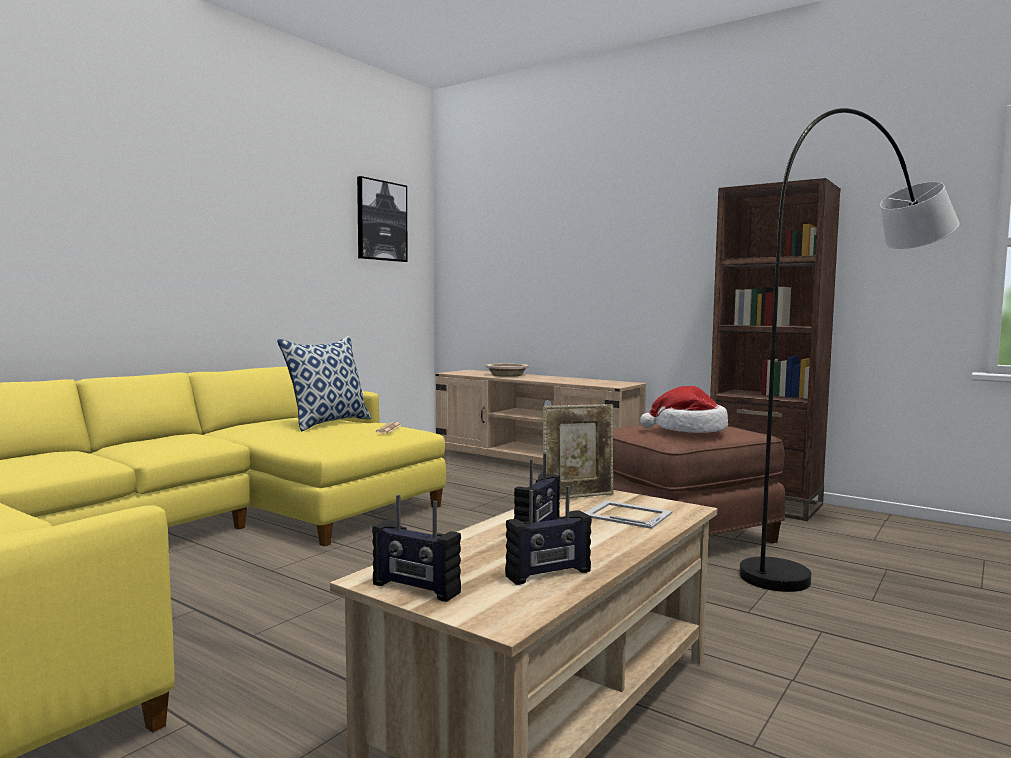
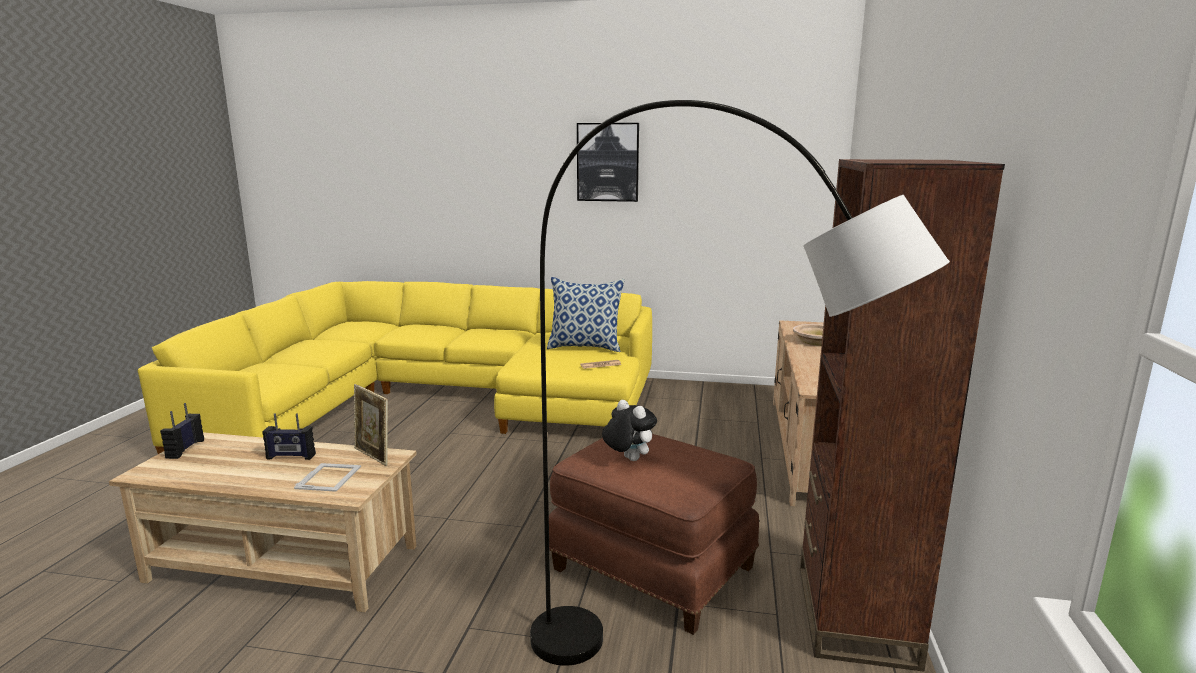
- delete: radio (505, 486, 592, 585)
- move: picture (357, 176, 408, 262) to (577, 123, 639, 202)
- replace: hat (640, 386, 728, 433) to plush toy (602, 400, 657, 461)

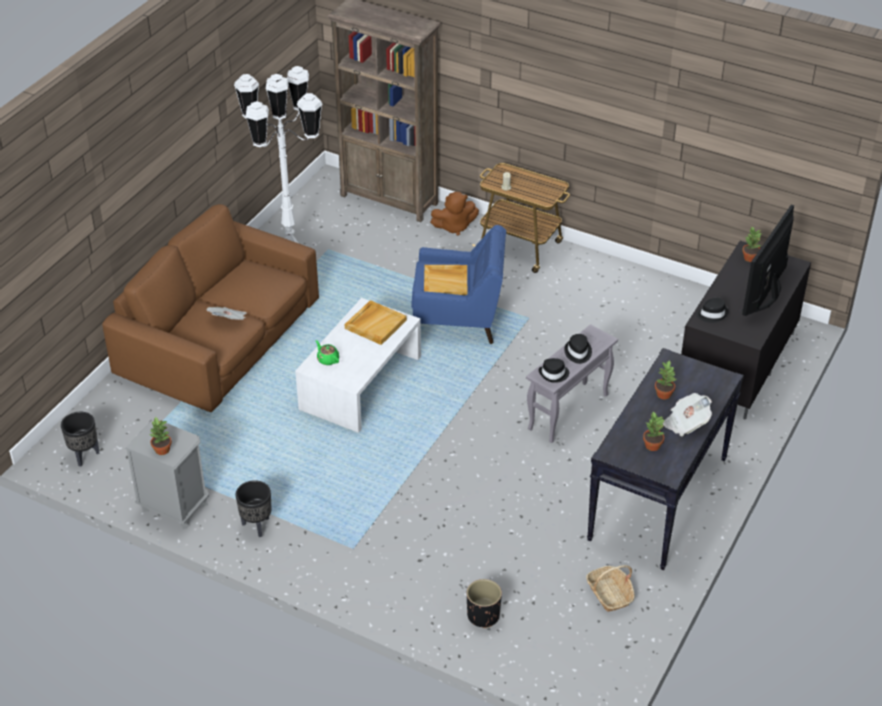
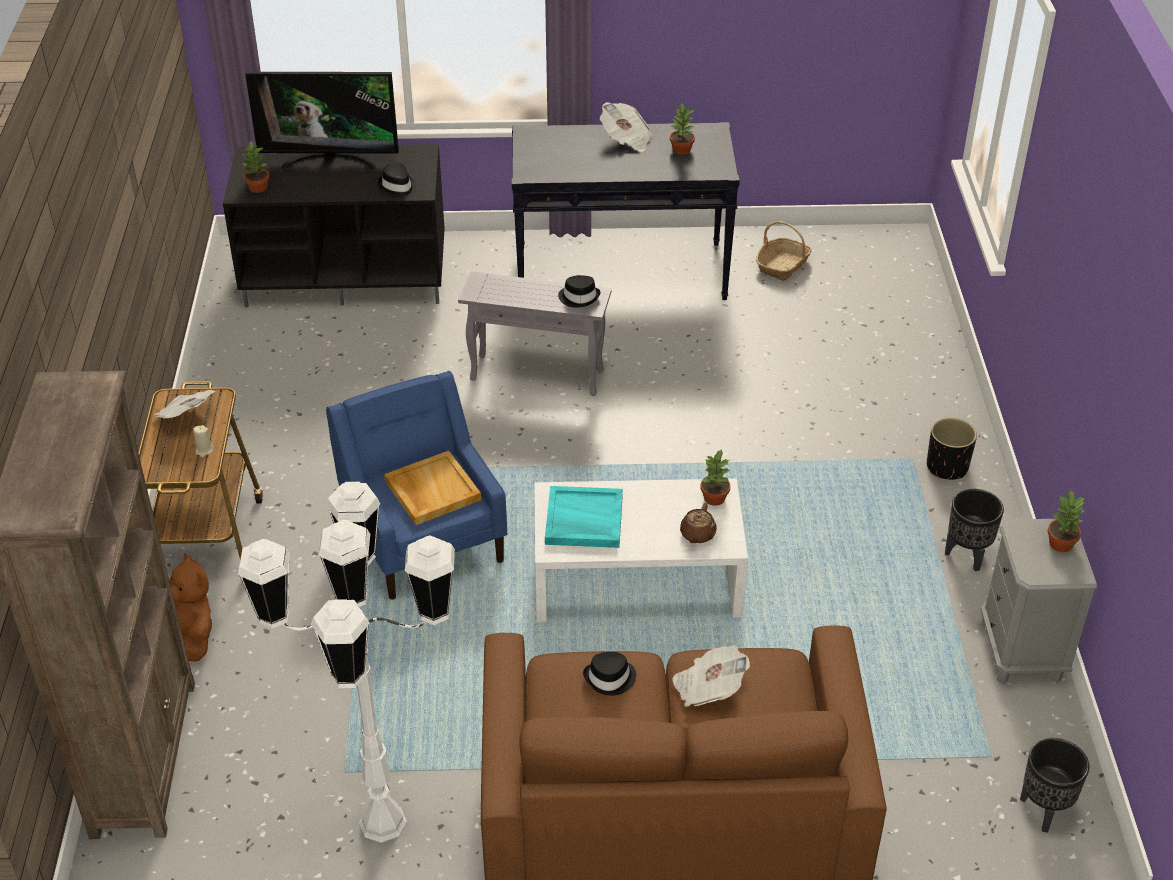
- insert: newspaper (155, 389, 215, 418)
- move: planter in black (467, 579, 502, 628) to (927, 418, 977, 480)
- move: hat in black (564, 334, 592, 364) to (583, 652, 636, 695)
- move: potted plant (655, 361, 677, 399) to (701, 450, 730, 506)
- recolor: teapot in green (316, 340, 339, 365) to teapot in brown (680, 503, 717, 543)
- recolor: tray in beige (345, 300, 407, 345) to tray in turquoise (545, 486, 623, 548)

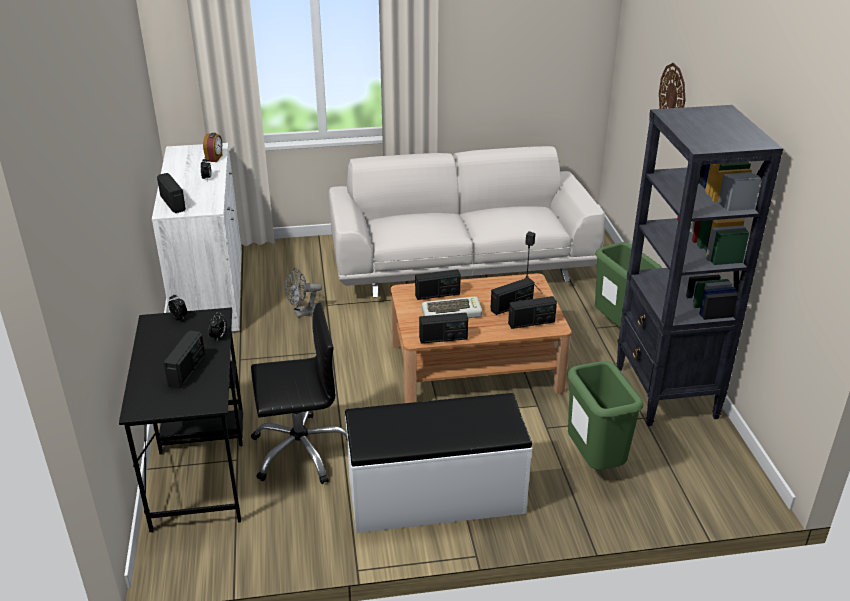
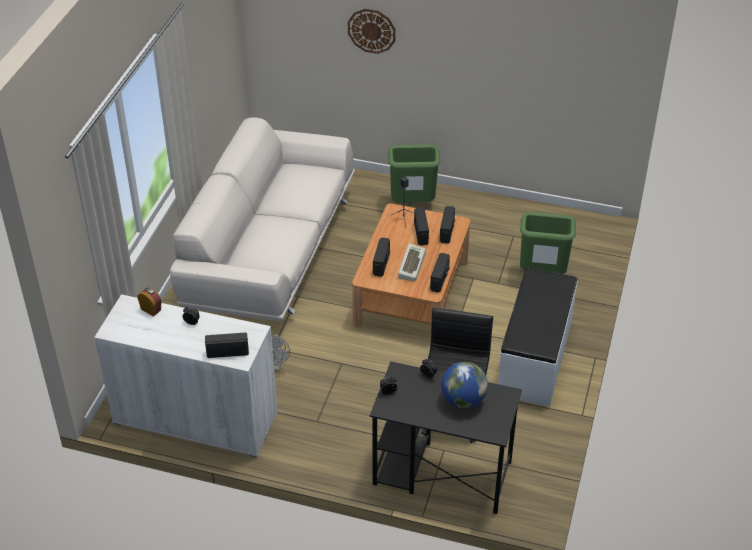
- delete: bookcase in black (616, 105, 783, 426)
- replace: radio (163, 331, 205, 389) to globe (441, 362, 488, 408)

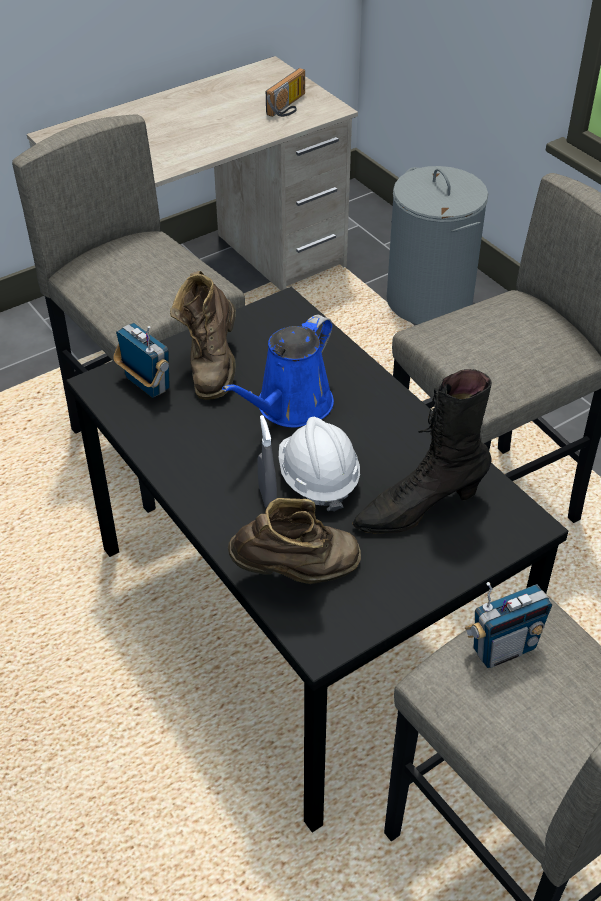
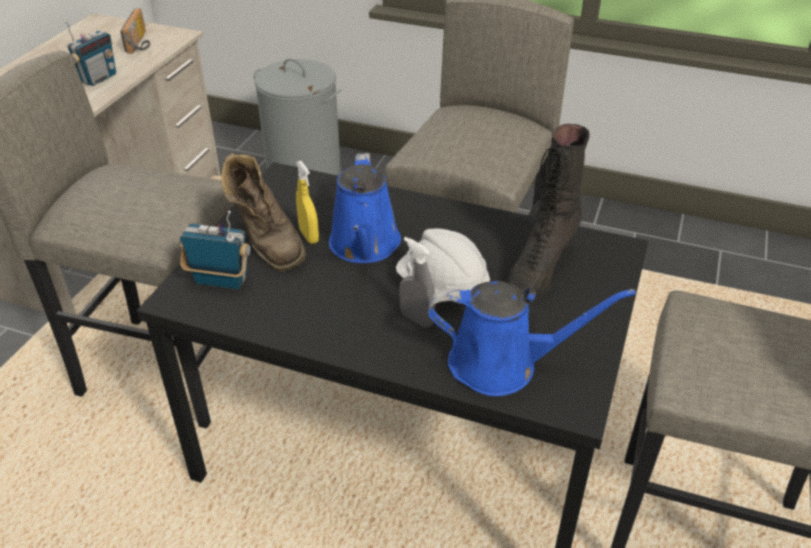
- insert: spray bottle in yellow (296, 161, 319, 244)
- move: radio (465, 582, 552, 668) to (64, 21, 116, 86)
- replace: boot in brown (228, 498, 361, 584) to watering can in blue (428, 281, 636, 396)

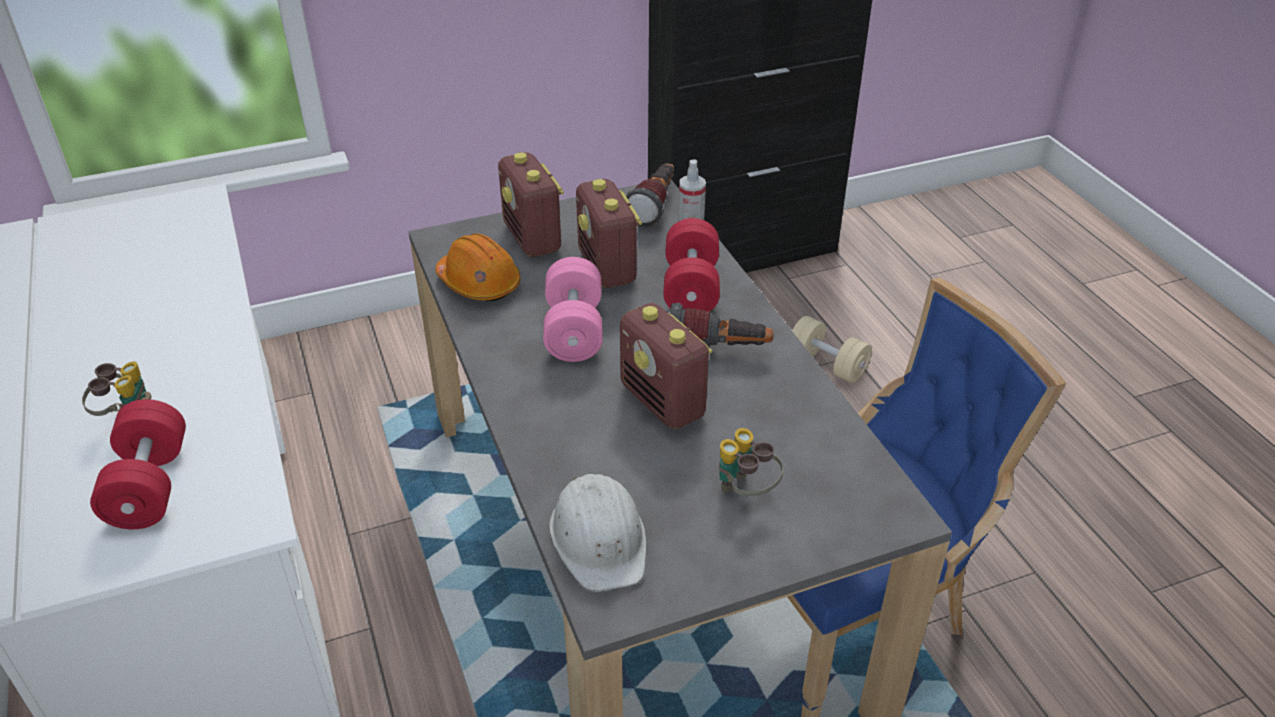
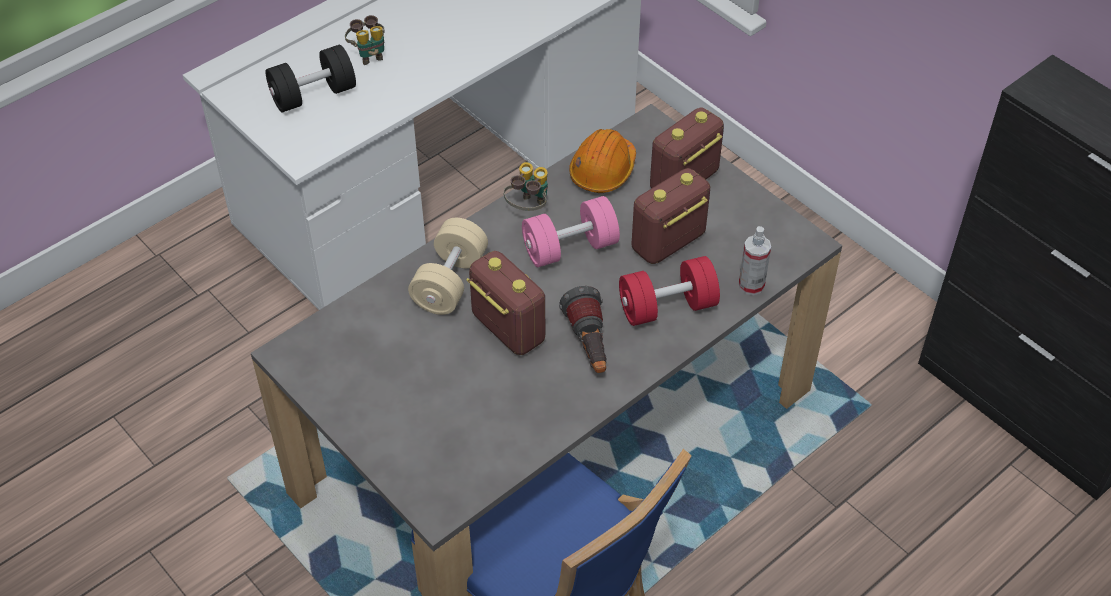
- delete: hard hat in white (549, 474, 646, 592)
- delete: flashlight (626, 163, 674, 227)
- move: binoculars (719, 428, 783, 496) to (504, 162, 548, 211)
- move: dumbbell in beige (792, 316, 872, 383) to (408, 218, 488, 315)
- recolor: dumbbell in red (90, 399, 186, 529) to dumbbell in black (266, 45, 356, 112)
- rotate: radio (620, 303, 713, 429) = (466, 251, 545, 355) 105 degrees clockwise

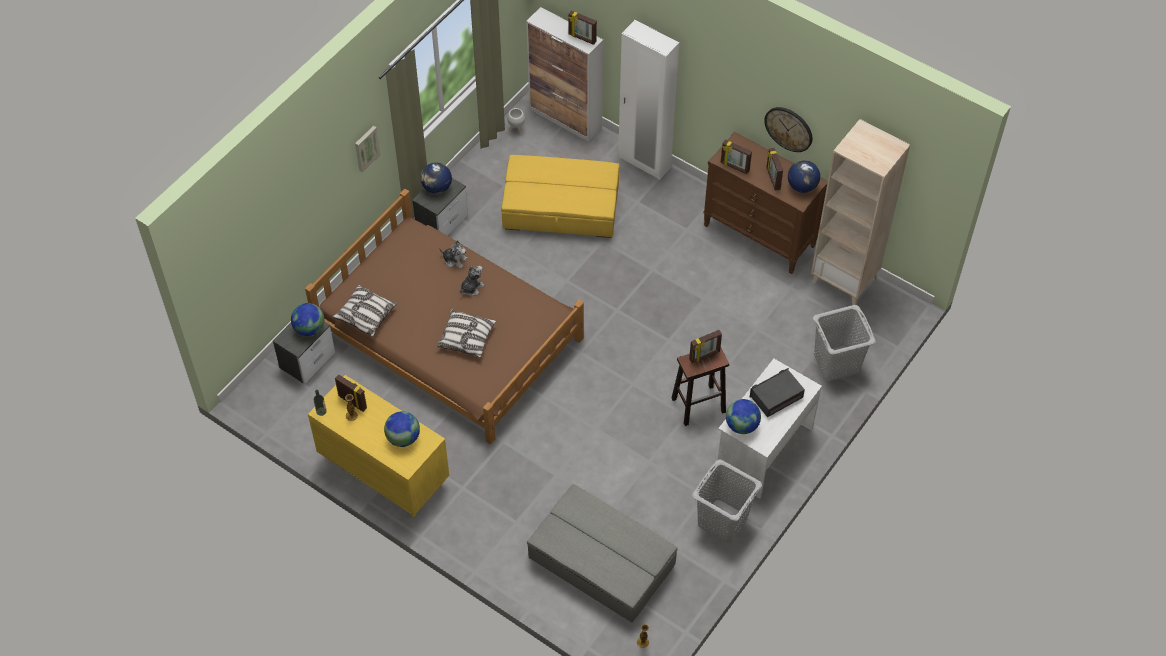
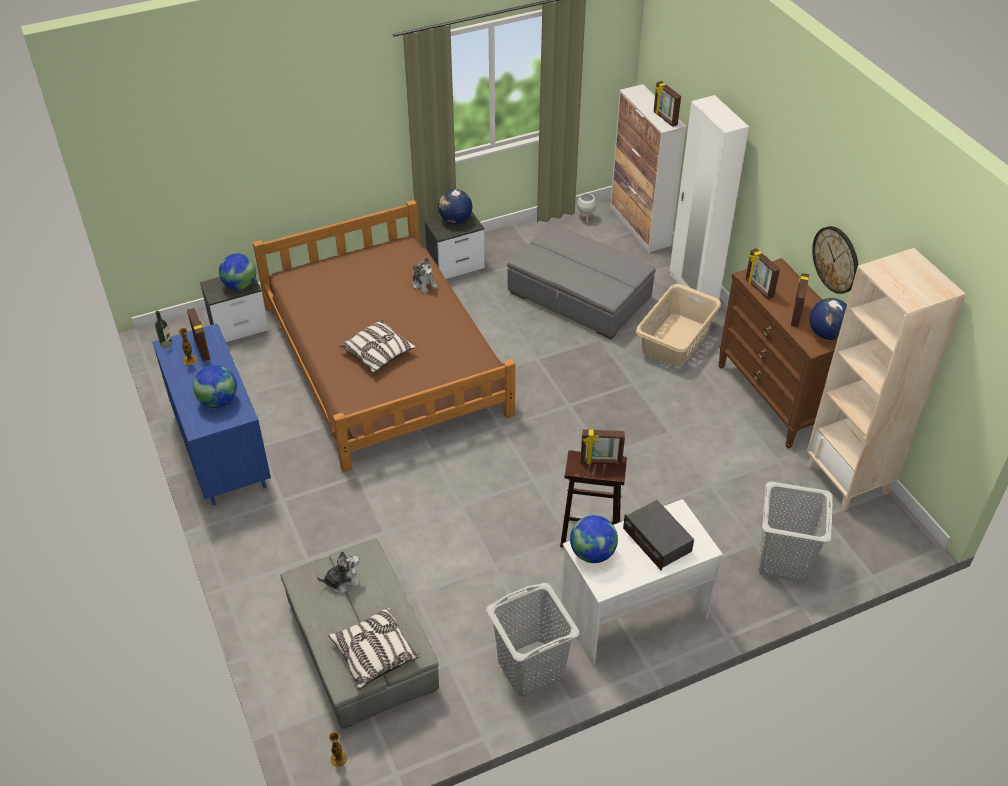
- delete: picture (355, 126, 381, 173)
- insert: laundry basket in beige (636, 284, 721, 367)
- move: pillow (333, 284, 397, 338) to (328, 606, 421, 690)
- move: plush toy (460, 266, 485, 296) to (317, 551, 360, 593)
- recolor: dresser in yellow (308, 375, 450, 517) to dresser in blue (153, 323, 271, 505)
- recolor: ottoman in yellow (501, 155, 620, 238) to ottoman in grey (507, 224, 656, 340)
- rotate: radio (750, 368, 805, 417) = (623, 500, 694, 571) 120 degrees counterclockwise

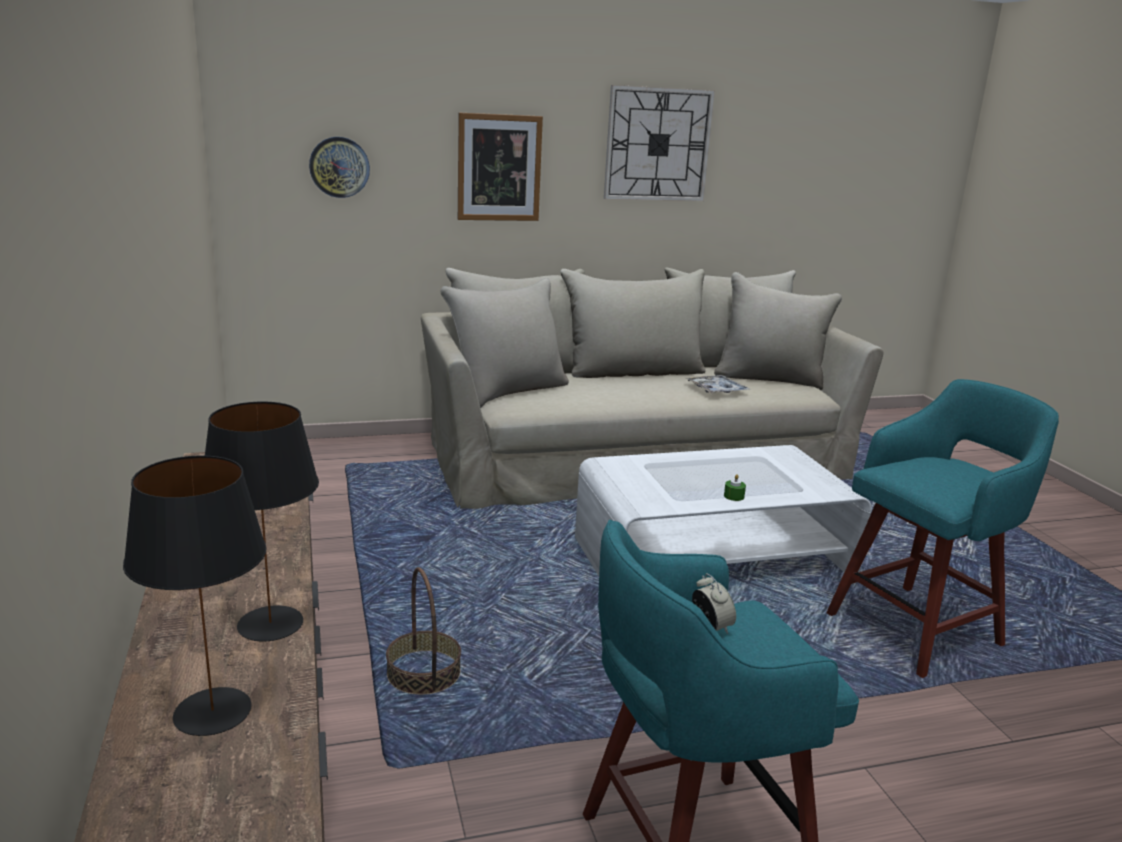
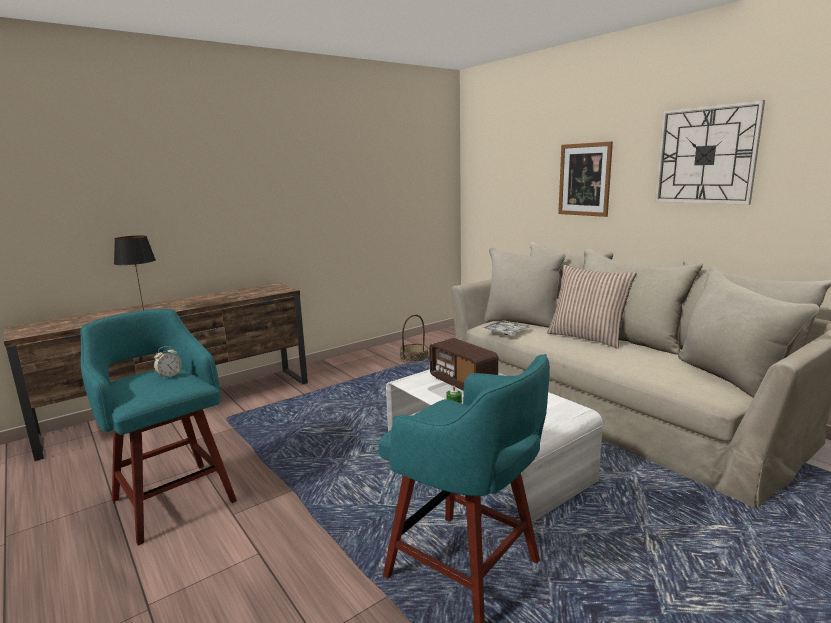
- delete: table lamp in black (123, 455, 267, 736)
- delete: wall clock (309, 137, 370, 198)
- insert: radio (429, 338, 498, 391)
- insert: pillow (547, 265, 637, 349)
- move: basket (386, 567, 461, 695) to (400, 314, 428, 363)
- move: tray (686, 375, 750, 393) to (483, 320, 530, 335)

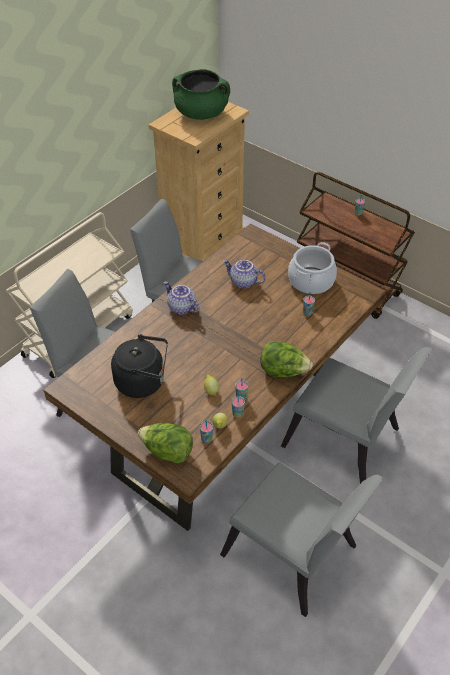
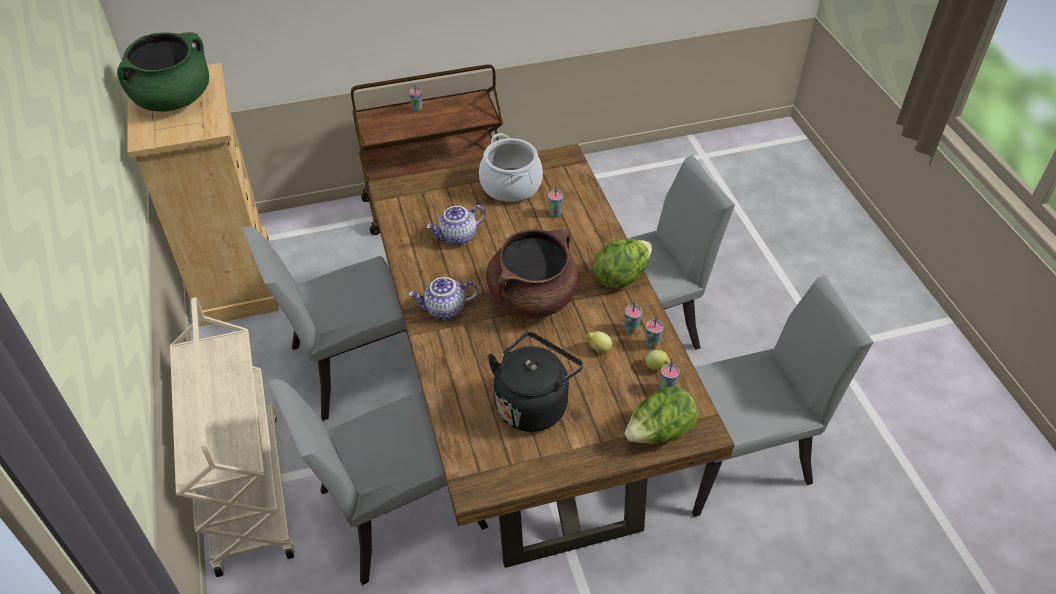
- insert: cooking pot in brown (486, 229, 578, 319)

